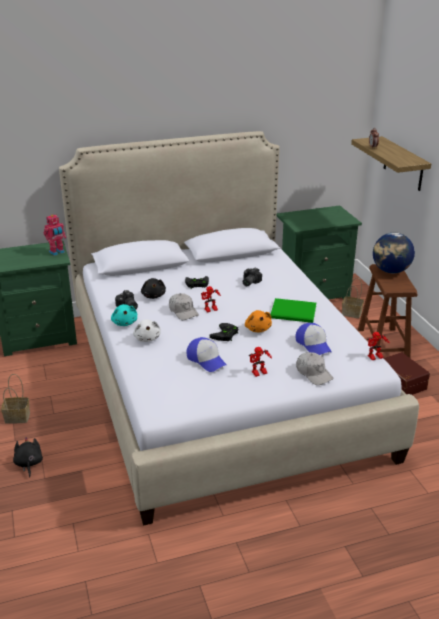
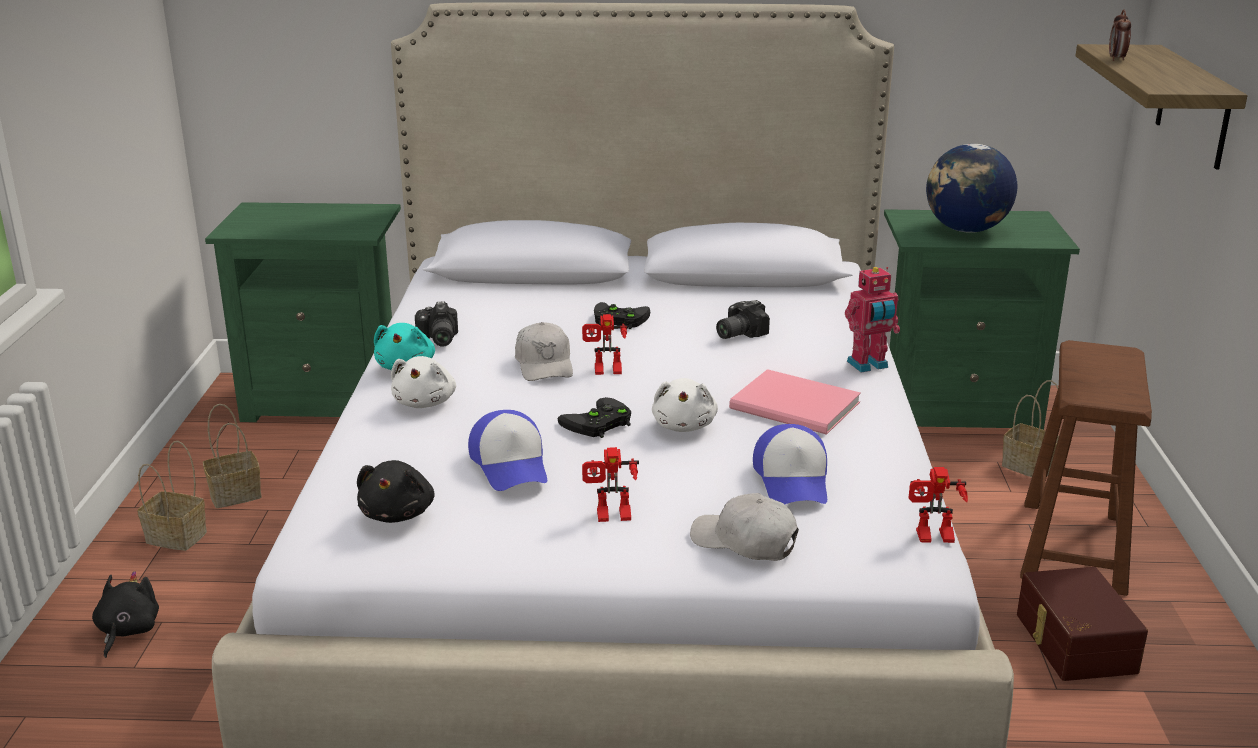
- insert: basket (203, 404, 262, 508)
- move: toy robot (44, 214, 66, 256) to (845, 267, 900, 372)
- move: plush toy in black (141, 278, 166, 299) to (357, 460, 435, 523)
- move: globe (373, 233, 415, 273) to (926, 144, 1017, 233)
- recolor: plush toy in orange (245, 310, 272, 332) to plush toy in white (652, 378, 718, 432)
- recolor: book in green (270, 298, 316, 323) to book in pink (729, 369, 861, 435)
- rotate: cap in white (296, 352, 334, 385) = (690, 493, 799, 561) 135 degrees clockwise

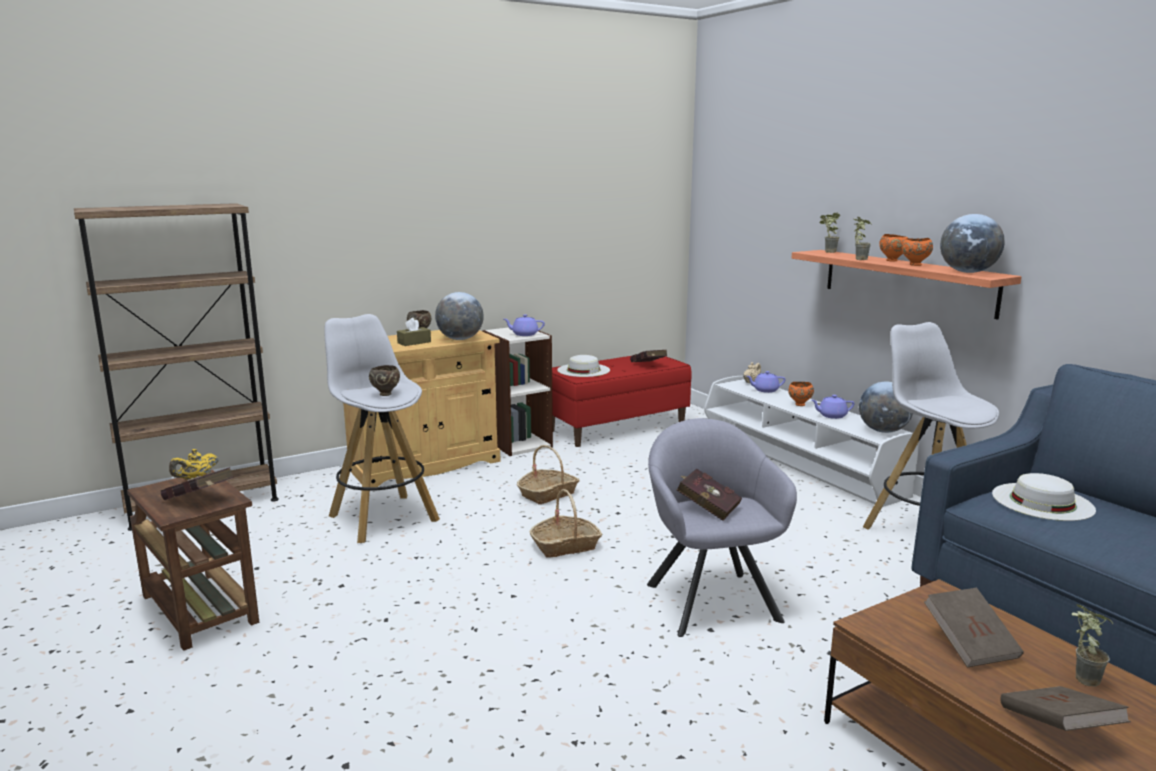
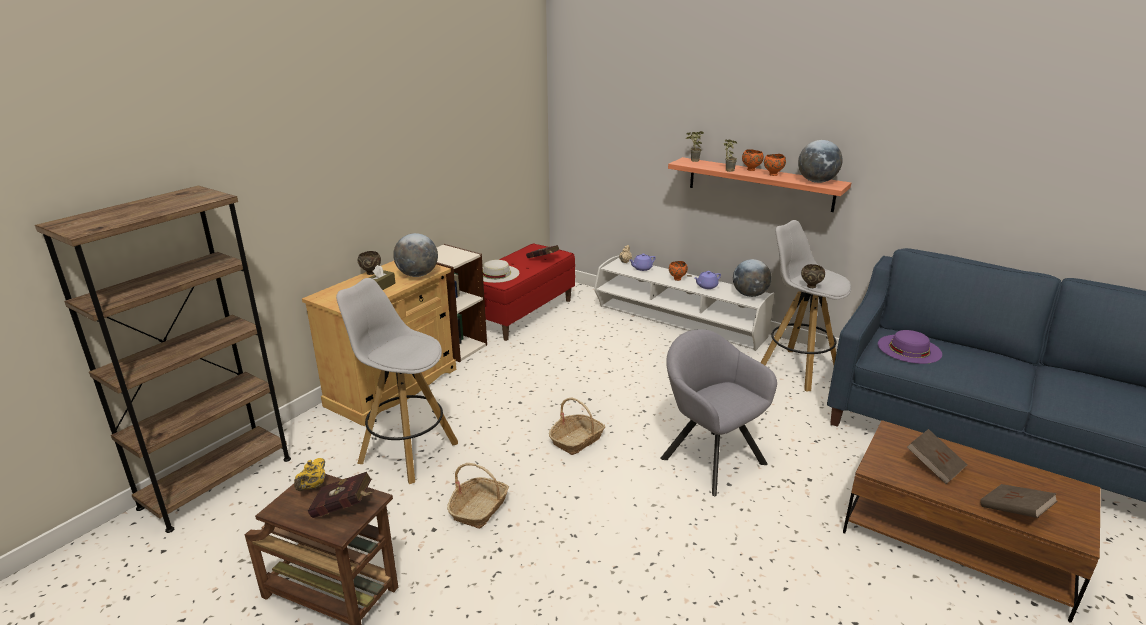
- delete: teapot in purple (504, 314, 545, 336)
- delete: book in red (677, 469, 742, 521)
- delete: potted plant (1072, 604, 1113, 687)
- move: bowl in brown (369, 365, 400, 396) to (801, 264, 825, 288)
- move: basket (517, 445, 580, 504) to (447, 463, 509, 529)
- recolor: hat in white (992, 473, 1096, 521) to hat in purple (878, 330, 942, 364)

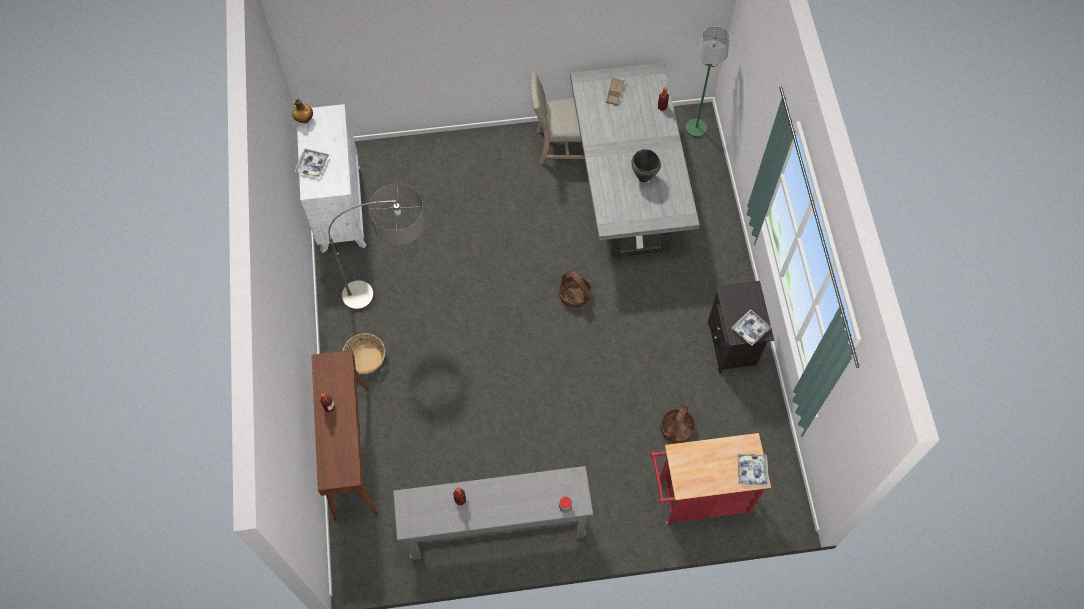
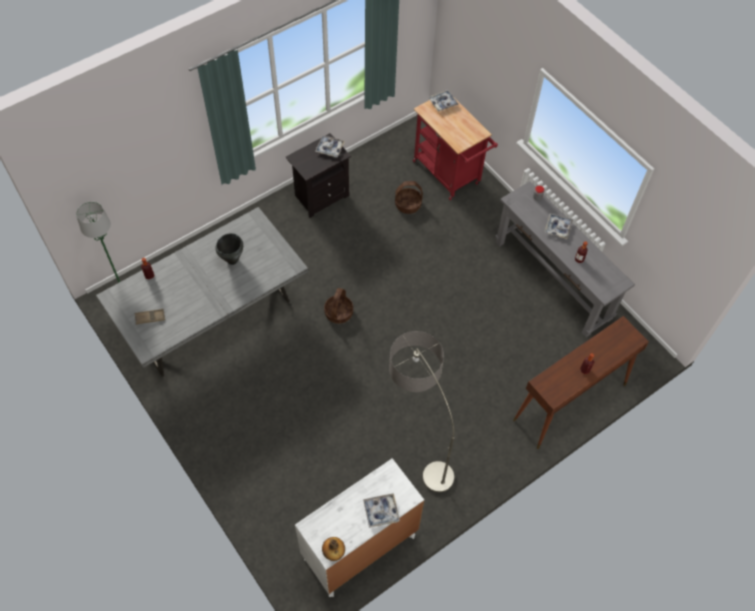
- delete: basket (342, 333, 385, 374)
- delete: chair in beige (530, 71, 584, 164)
- insert: tray (545, 213, 573, 239)

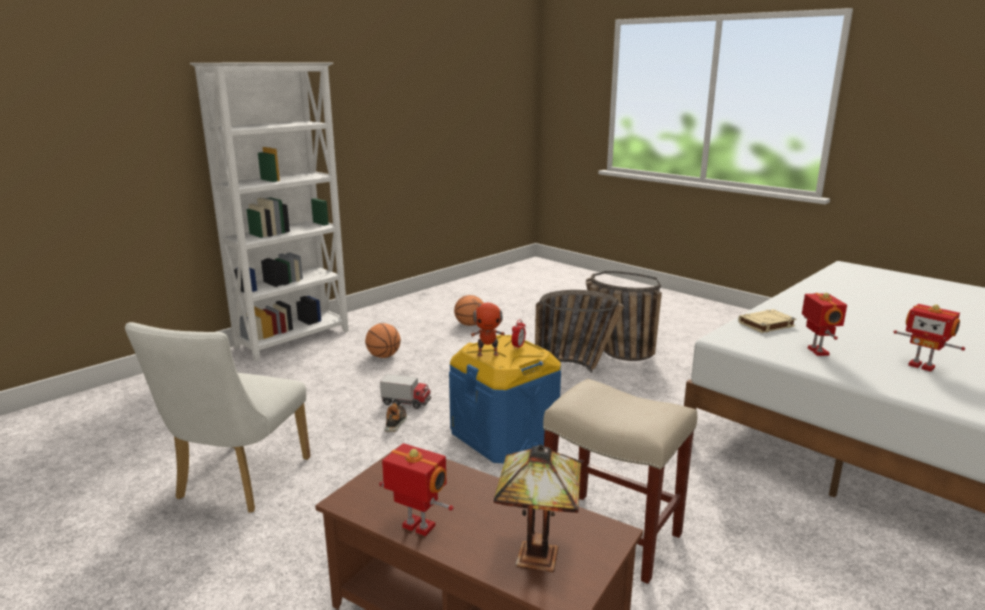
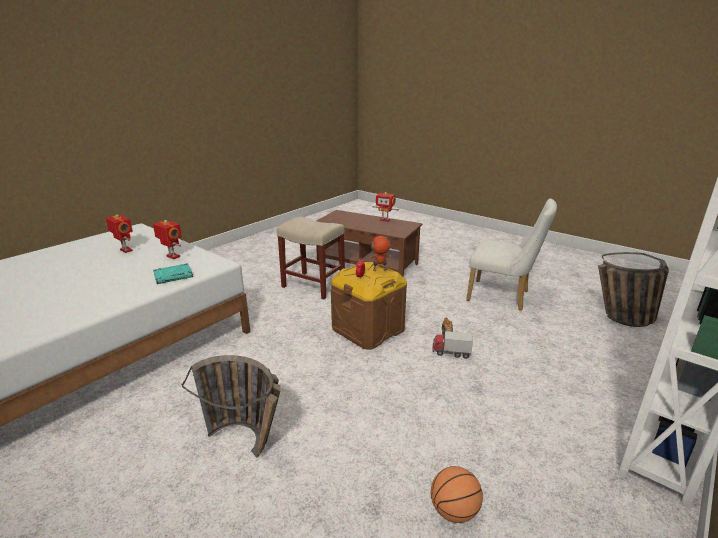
- delete: basketball (365, 323, 401, 358)
- delete: table lamp (494, 445, 581, 572)
- move: basket (535, 290, 624, 373) to (598, 252, 669, 327)
- recolor: storage box in blue (449, 335, 561, 463) to storage box in brown (331, 262, 407, 349)
- recolor: book in beige (738, 309, 796, 333) to book in turquoise (153, 263, 193, 284)
- rotate: chair in white (125, 322, 311, 513) = (466, 198, 557, 311) 105 degrees clockwise
- rotate: toy robot (802, 293, 847, 356) = (153, 220, 182, 259) 135 degrees clockwise

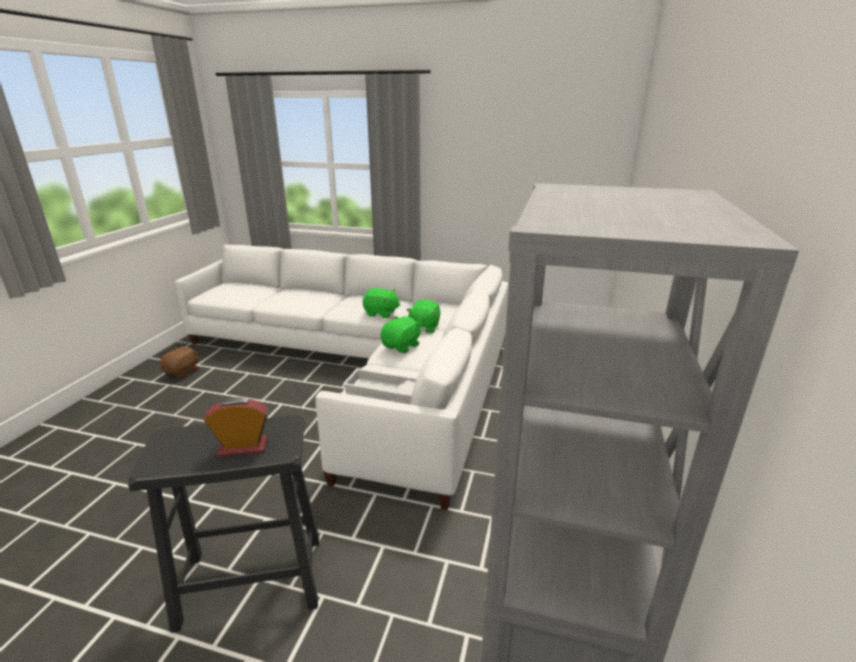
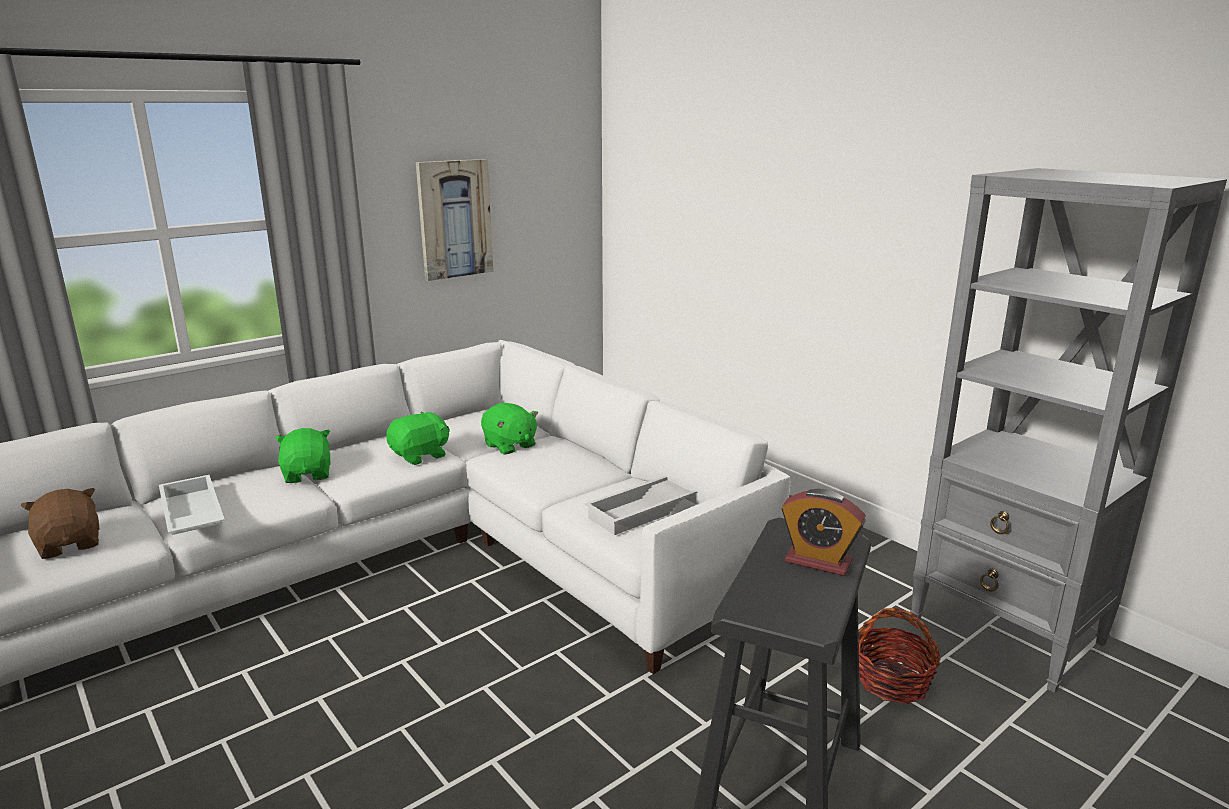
- insert: tray in white (159, 475, 225, 535)
- insert: picture (416, 159, 493, 281)
- insert: basket (858, 608, 940, 704)
- move: plush toy in brown (160, 347, 199, 378) to (21, 488, 99, 559)
- move: plush toy in green (380, 316, 422, 353) to (275, 428, 330, 483)
- rotate: alarm clock (204, 397, 269, 457) = (782, 489, 866, 576) 90 degrees counterclockwise

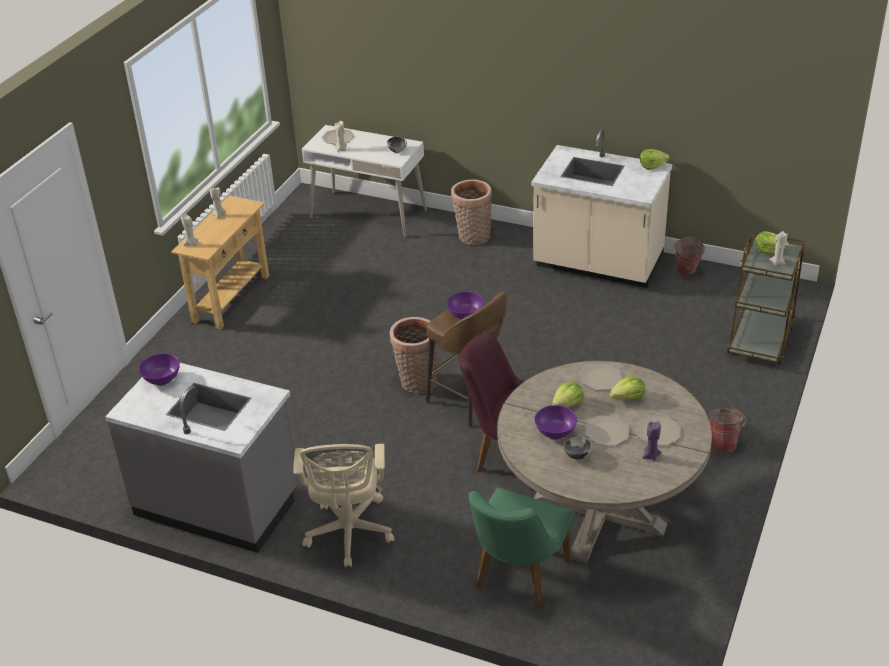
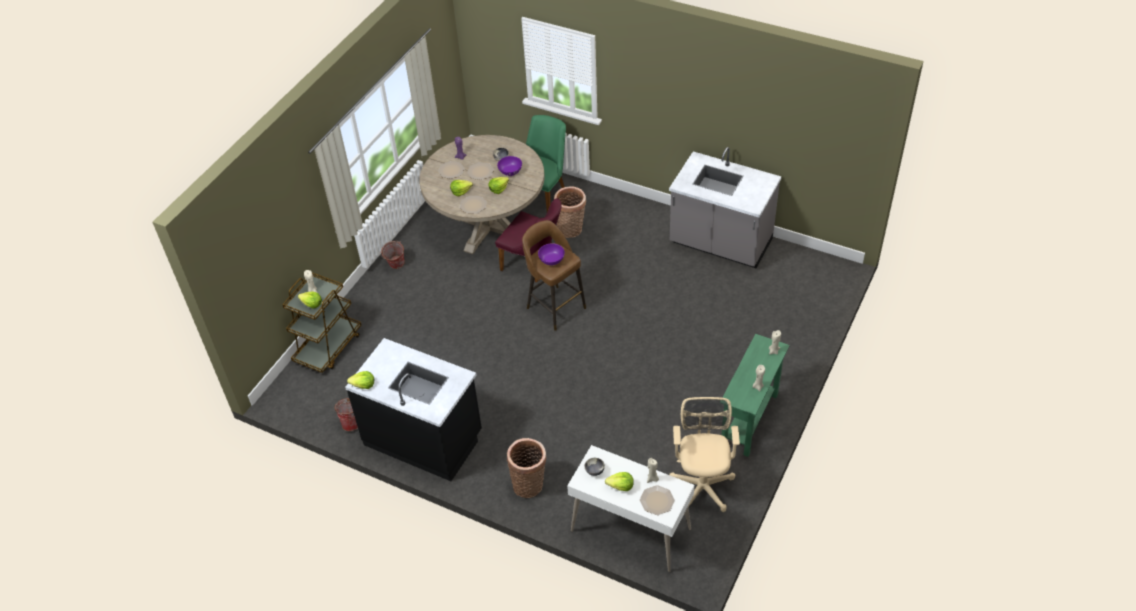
- delete: bowl in purple (139, 353, 180, 386)
- insert: lettuce (605, 472, 634, 491)
- move: office chair in beige (293, 444, 394, 567) to (669, 397, 740, 514)
- move: basket (390, 317, 437, 394) to (554, 186, 586, 238)
- recolor: console table in beige (171, 196, 269, 329) to console table in green (721, 334, 790, 457)
- recolor: counter in beige (531, 129, 672, 288) to counter in black (345, 338, 482, 481)

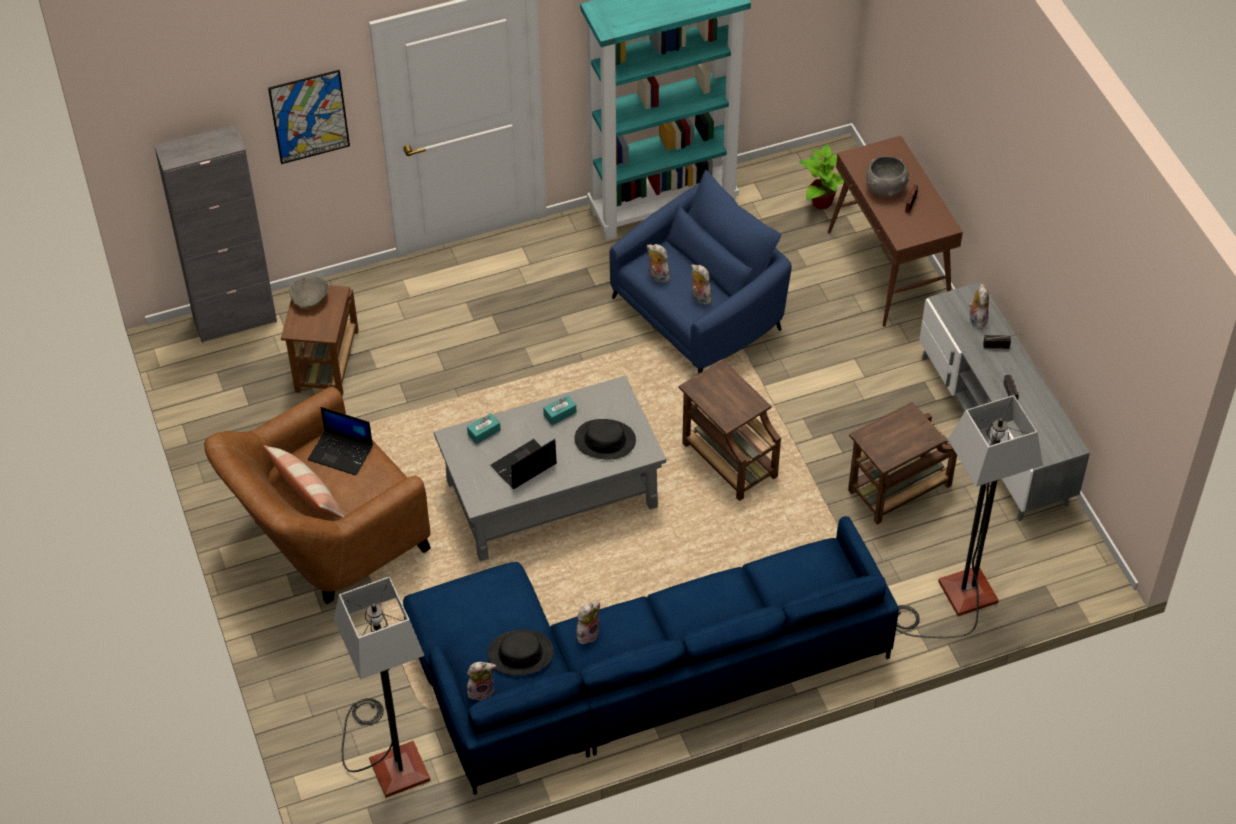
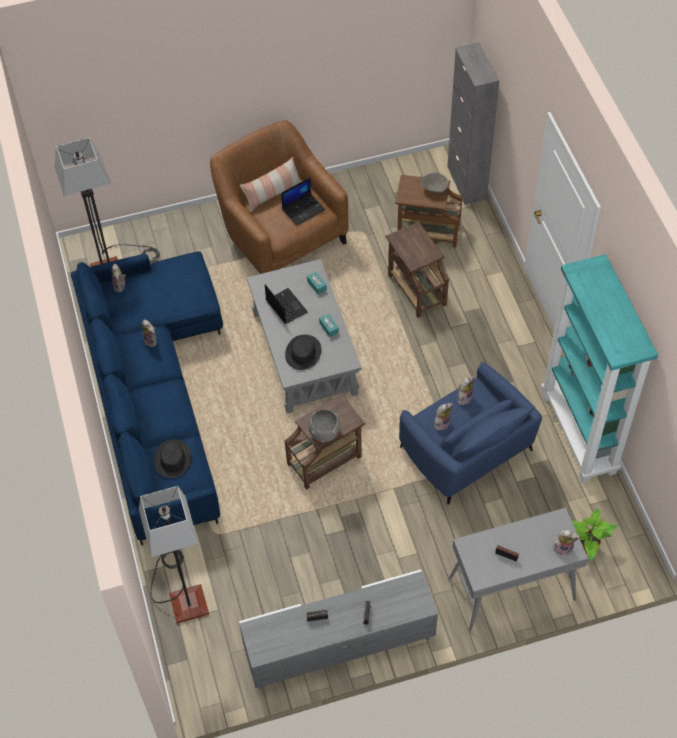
- delete: picture (268, 70, 350, 164)
- move: hat in black (488, 630, 554, 676) to (154, 439, 191, 478)
- move: side table in brown (848, 402, 957, 524) to (386, 222, 449, 318)
- move: bowl in grey (866, 156, 909, 196) to (308, 409, 341, 443)
- move: plush toy (969, 283, 989, 329) to (552, 530, 580, 556)
- recolor: console table in brown (828, 136, 963, 327) to console table in grey (449, 508, 588, 631)
- rotate: laptop (308, 407, 373, 475) = (281, 178, 325, 226) 150 degrees counterclockwise

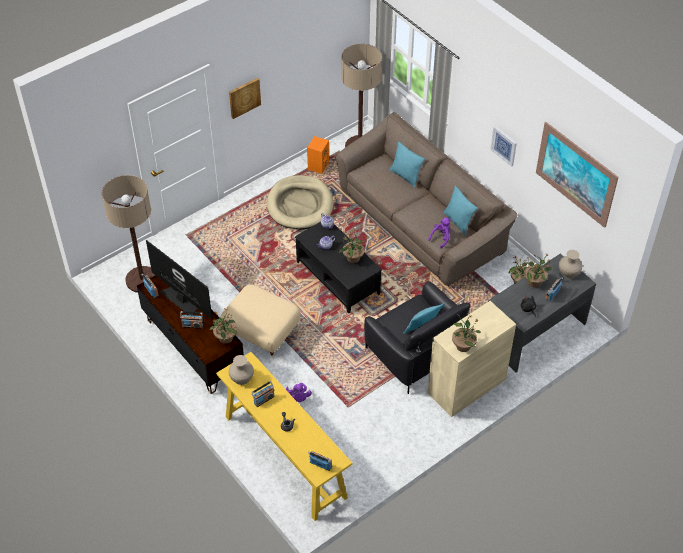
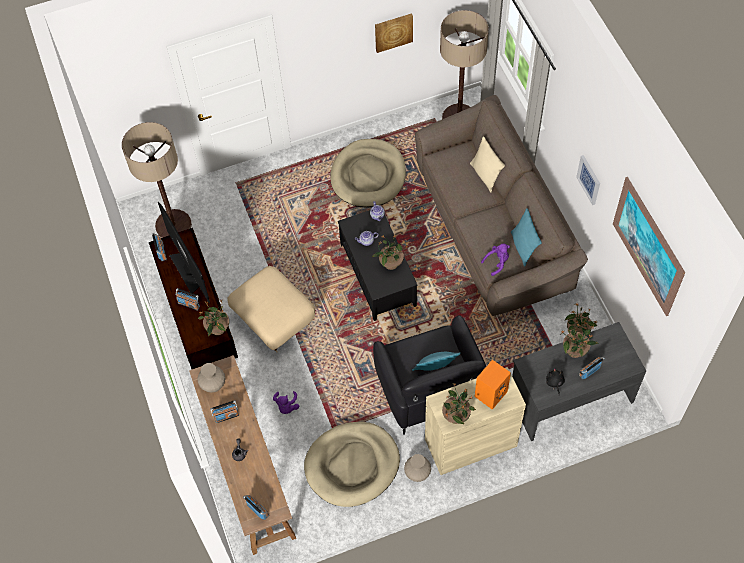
- insert: dog bed in beige (304, 422, 400, 507)
- move: picture (229, 78, 261, 119) to (375, 13, 413, 53)
- move: speaker in orange (307, 136, 329, 174) to (475, 360, 511, 410)
- move: vase in beige (559, 250, 582, 278) to (404, 454, 431, 482)
- recolor: console table in yellow (216, 352, 352, 521) to console table in brown (189, 355, 296, 555)
- recolor: pillow in turquoise (389, 142, 425, 188) to pillow in beige (470, 136, 505, 192)

